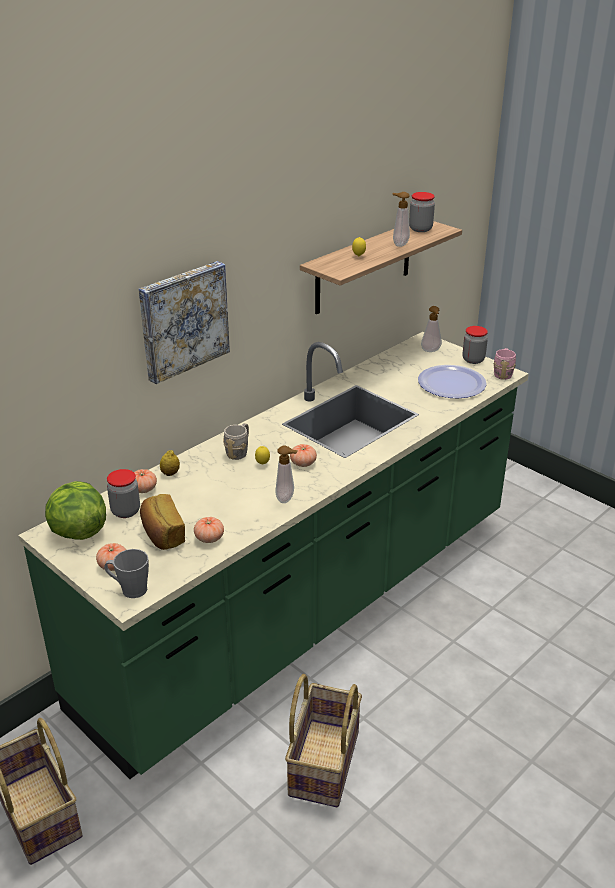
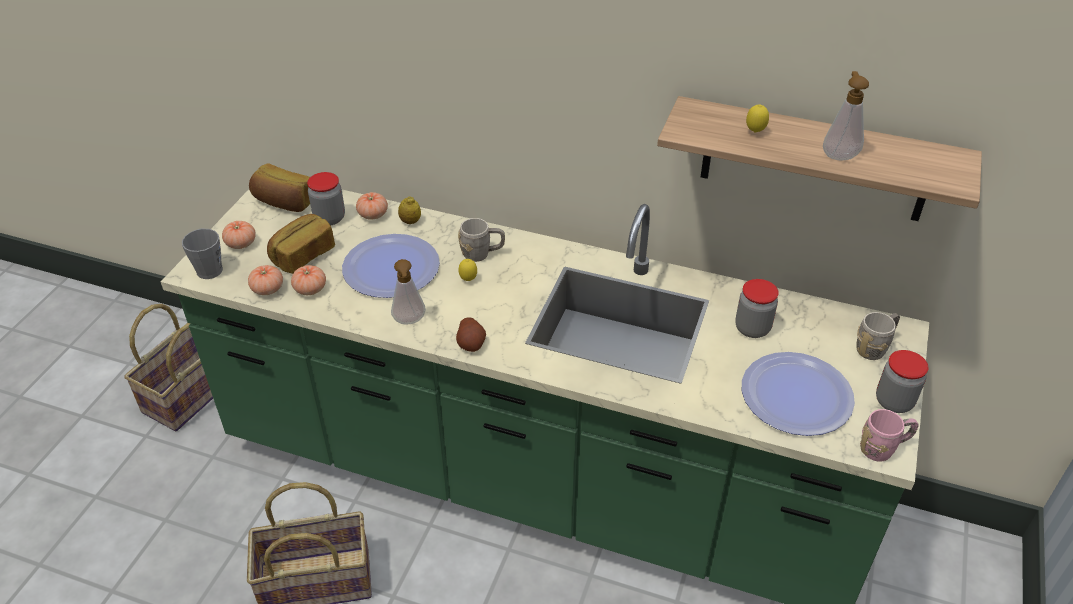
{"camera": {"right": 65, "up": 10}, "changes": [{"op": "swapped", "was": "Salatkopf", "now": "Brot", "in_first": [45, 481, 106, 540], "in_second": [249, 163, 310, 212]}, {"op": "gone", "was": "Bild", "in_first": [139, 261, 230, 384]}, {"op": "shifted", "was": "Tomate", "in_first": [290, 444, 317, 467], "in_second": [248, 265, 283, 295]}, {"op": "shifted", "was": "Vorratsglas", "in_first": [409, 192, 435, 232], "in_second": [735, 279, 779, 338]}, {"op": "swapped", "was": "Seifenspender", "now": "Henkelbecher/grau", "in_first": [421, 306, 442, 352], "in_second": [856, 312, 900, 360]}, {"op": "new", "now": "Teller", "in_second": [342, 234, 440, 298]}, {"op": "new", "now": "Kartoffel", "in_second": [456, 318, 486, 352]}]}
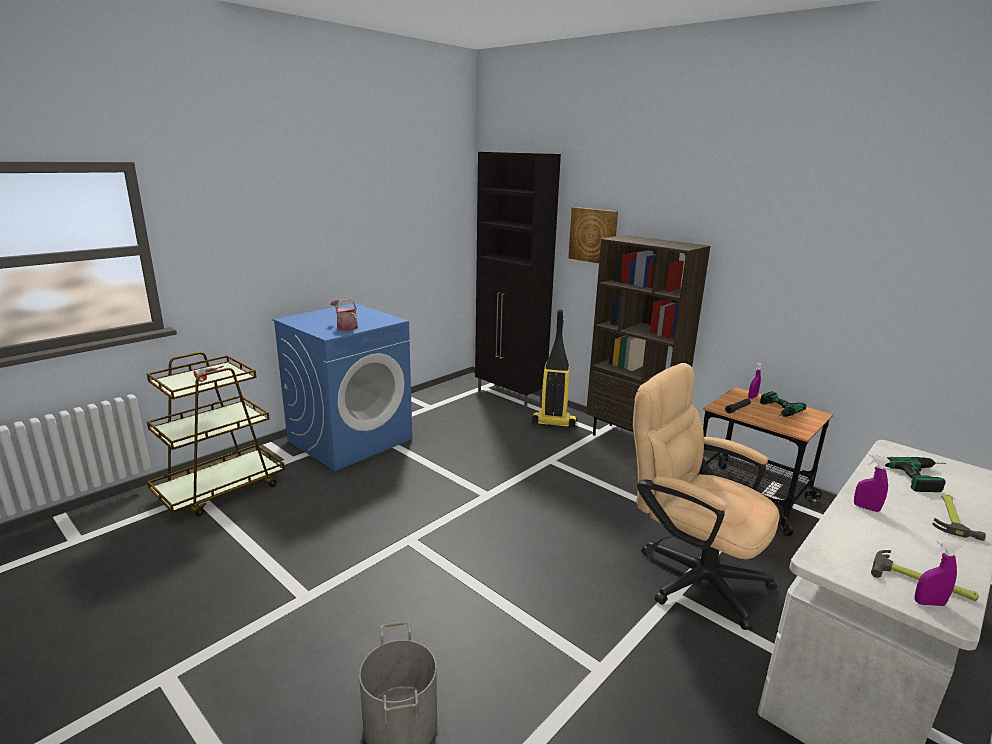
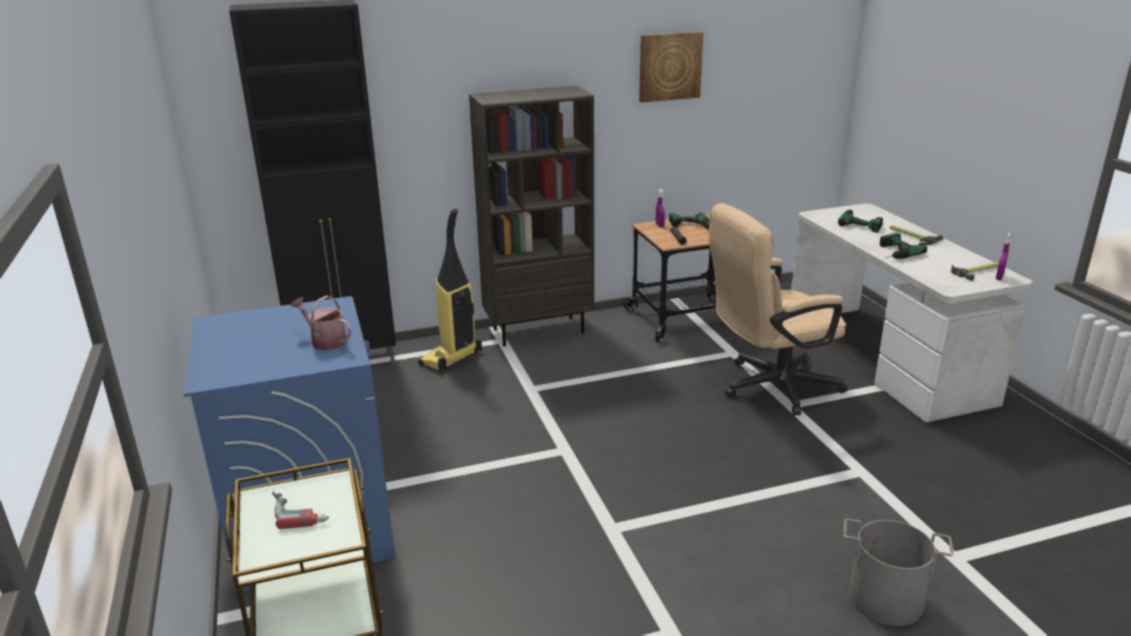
{"camera": {"right": -60, "up": 5}, "changes": [{"op": "rotated", "was": "Gießkanne", "in_first": [331, 299, 358, 331], "in_second": [291, 295, 351, 350], "clockwise": 45}, {"op": "shifted", "was": "Bild", "in_first": [568, 207, 618, 263], "in_second": [639, 31, 703, 103]}, {"op": "swapped", "was": "Sprühflasche/lila", "now": "Bohrmaschine", "in_first": [854, 454, 890, 512], "in_second": [880, 233, 927, 259]}]}
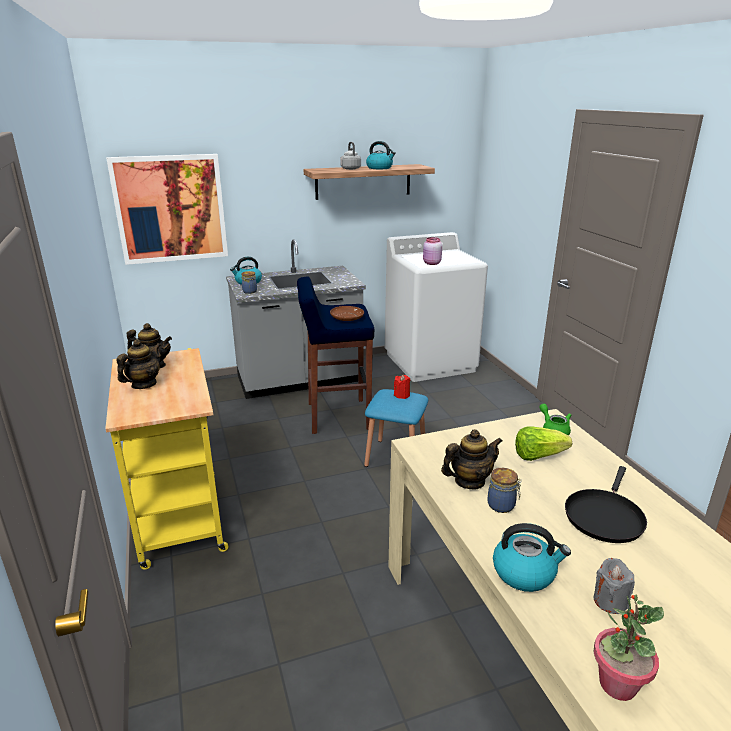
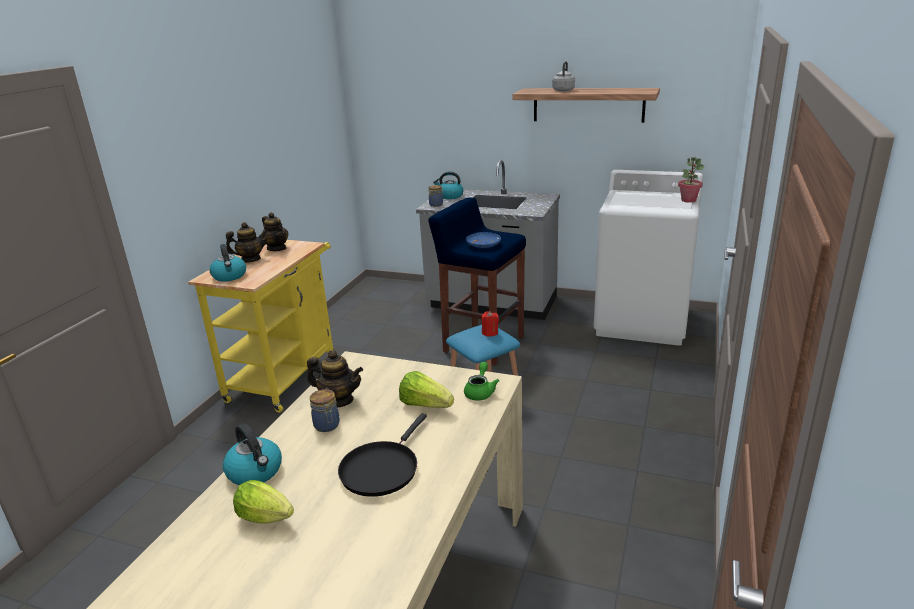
{"camera": {"right": 40, "up": 0}, "changes": [{"op": "gone", "was": "Bild", "in_first": [106, 154, 228, 265]}, {"op": "repainted", "was": "Teller/braun", "now": "Teller/blau", "in_first": [330, 306, 364, 321], "in_second": [466, 232, 501, 248]}, {"op": "shifted", "was": "Wasserkessel", "in_first": [366, 141, 396, 169], "in_second": [210, 244, 246, 282]}, {"op": "gone", "was": "Vorratsglas/rosa", "in_first": [423, 237, 442, 265]}, {"op": "rotated", "was": "Pfanne/schwarz", "in_first": [565, 466, 647, 543], "in_second": [338, 413, 427, 497], "clockwise": -45}, {"op": "swapped", "was": "Kerze/grau", "now": "Salatkopf", "in_first": [594, 558, 635, 614], "in_second": [233, 480, 294, 524]}, {"op": "shifted", "was": "Topfpflanze", "in_first": [594, 594, 664, 701], "in_second": [678, 157, 705, 203]}]}
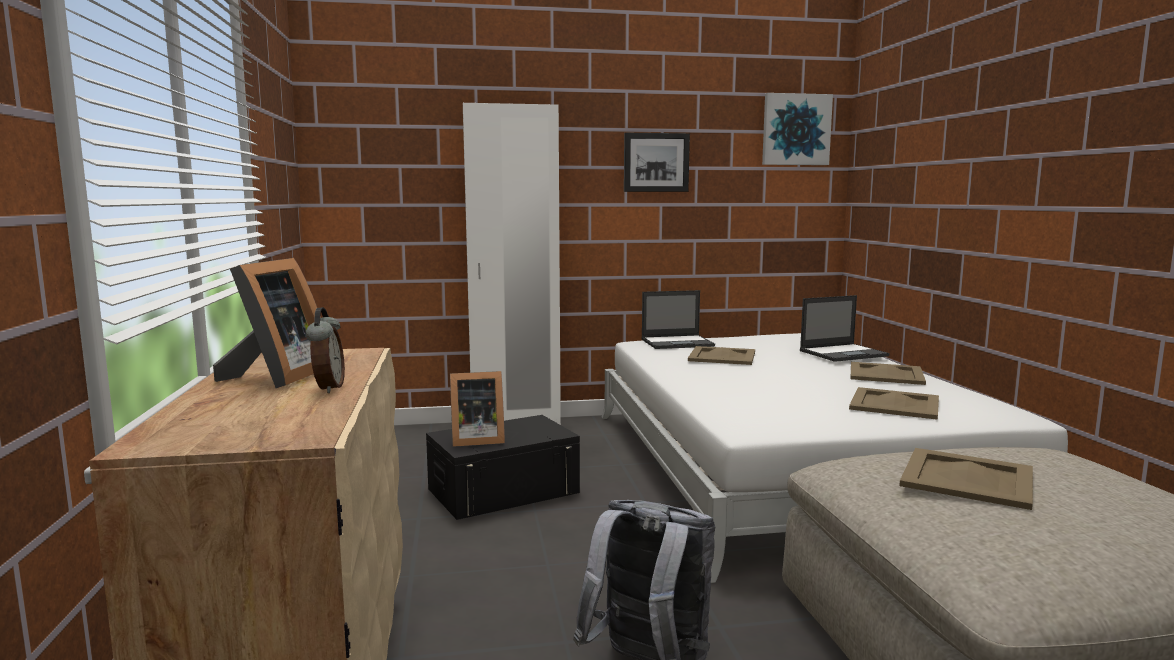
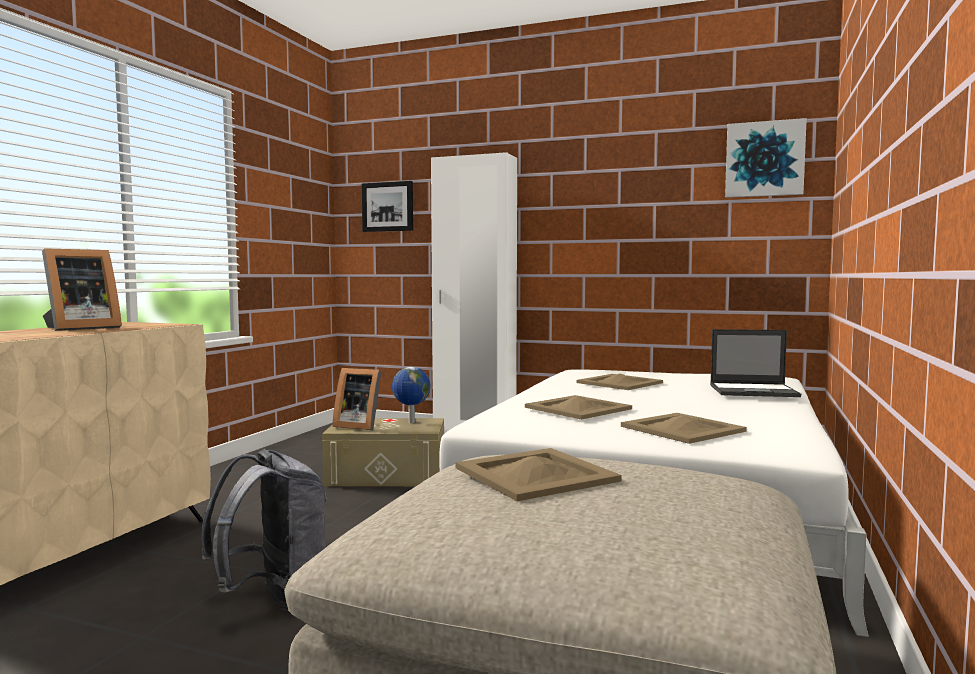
{"camera": {"right": 30, "up": -5}, "changes": [{"op": "gone", "was": "Wecker", "in_first": [306, 307, 345, 393]}, {"op": "repainted", "was": "Aufbewahrungsbox/schwarz", "now": "Aufbewahrungsbox/beige", "in_first": [426, 415, 580, 520], "in_second": [322, 418, 444, 486]}, {"op": "shifted", "was": "Bild", "in_first": [624, 133, 690, 192], "in_second": [362, 181, 413, 232]}, {"op": "gone", "was": "Laptop", "in_first": [641, 290, 715, 349]}, {"op": "shifted", "was": "Tablett/beige", "in_first": [851, 362, 926, 385], "in_second": [525, 395, 632, 420]}, {"op": "new", "now": "Globus", "in_second": [392, 367, 430, 423]}]}
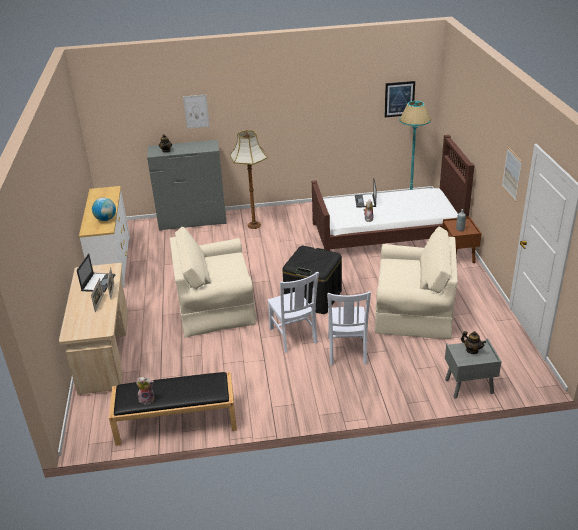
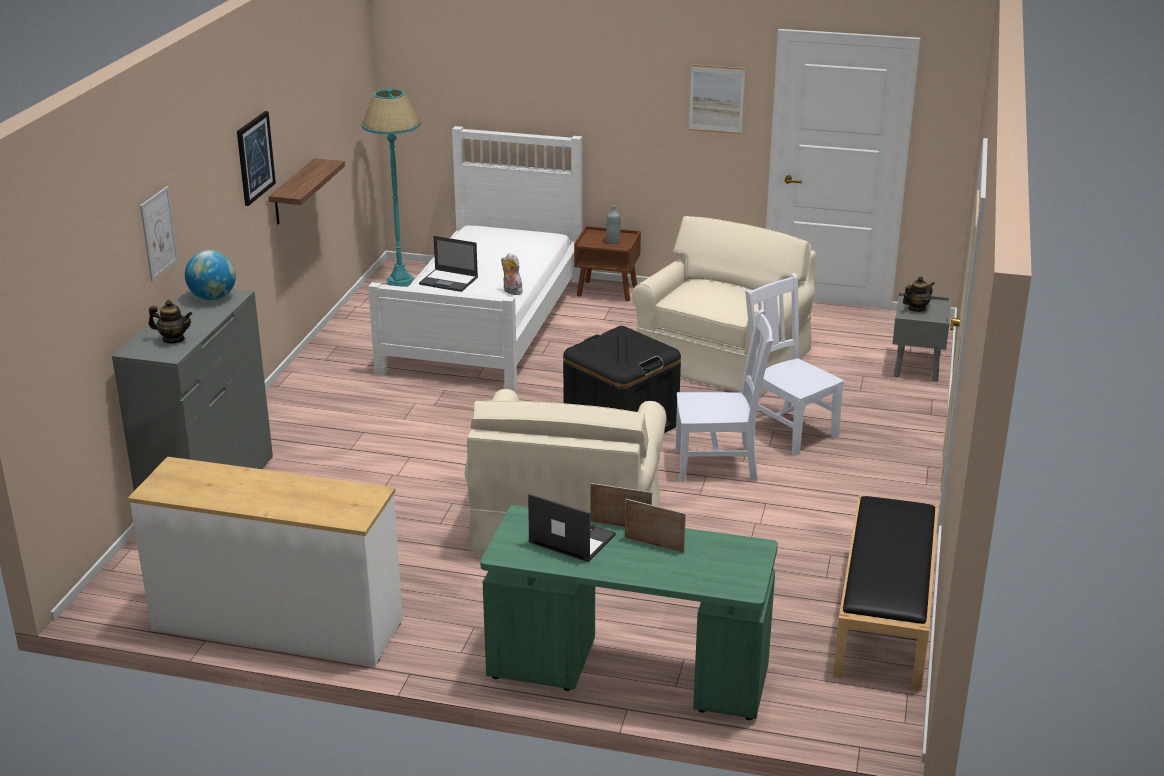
{"camera": {"right": -70, "up": -5}, "changes": [{"op": "repainted", "was": "Schreibtisch/beige", "now": "Schreibtisch/grün", "in_first": [59, 263, 128, 395], "in_second": [480, 505, 778, 720]}, {"op": "shifted", "was": "Globus", "in_first": [92, 198, 116, 221], "in_second": [185, 250, 236, 300]}, {"op": "gone", "was": "Plüschtier", "in_first": [136, 377, 154, 405]}, {"op": "gone", "was": "Stehlampe", "in_first": [230, 130, 268, 229]}, {"op": "repainted", "was": "Bett/braun", "now": "Bett/weiß", "in_first": [312, 135, 475, 251], "in_second": [368, 126, 582, 391]}, {"op": "rotated", "was": "Stuhl/weiß", "in_first": [327, 292, 371, 365], "in_second": [745, 273, 844, 456], "clockwise": -150}, {"op": "shifted", "was": "Bild", "in_first": [384, 81, 415, 117], "in_second": [237, 111, 276, 206]}, {"op": "new", "now": "Wandregal", "in_second": [269, 158, 345, 224]}]}
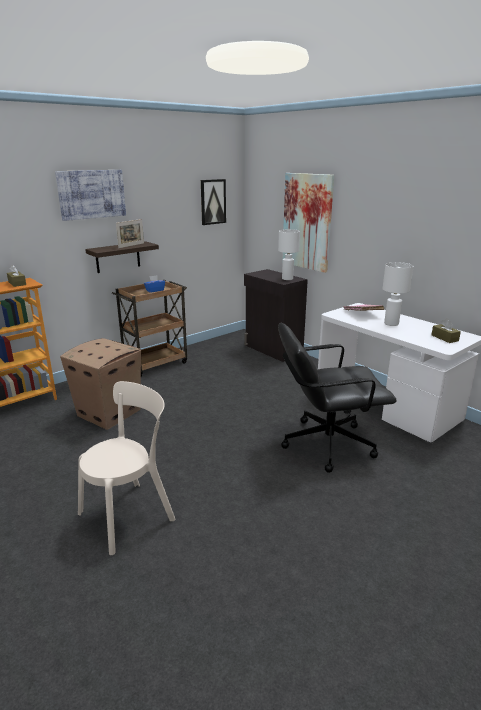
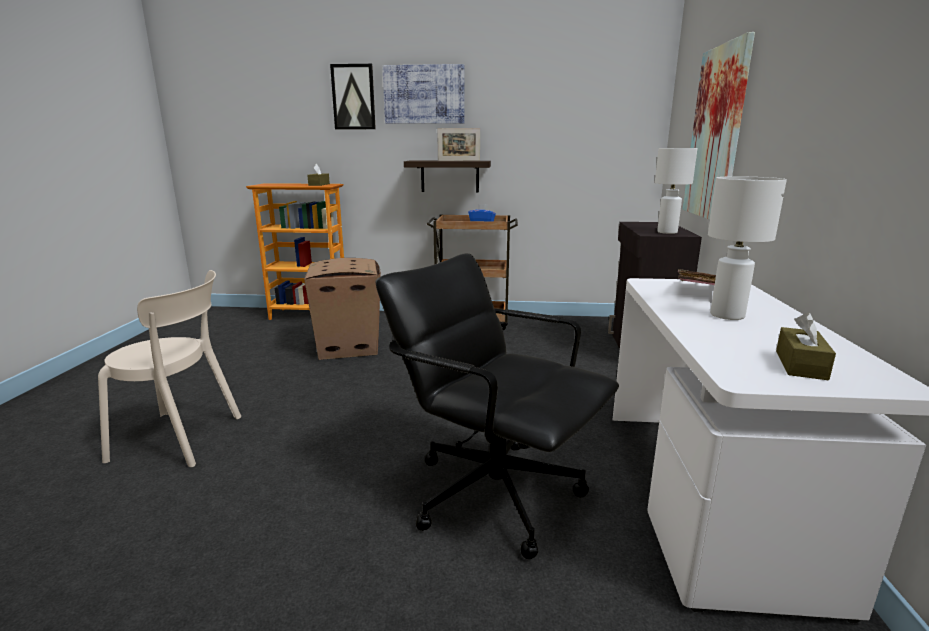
{"camera": {"right": 45, "up": -5}, "changes": [{"op": "shifted", "was": "Bild", "in_first": [201, 179, 226, 225], "in_second": [330, 64, 376, 129]}]}
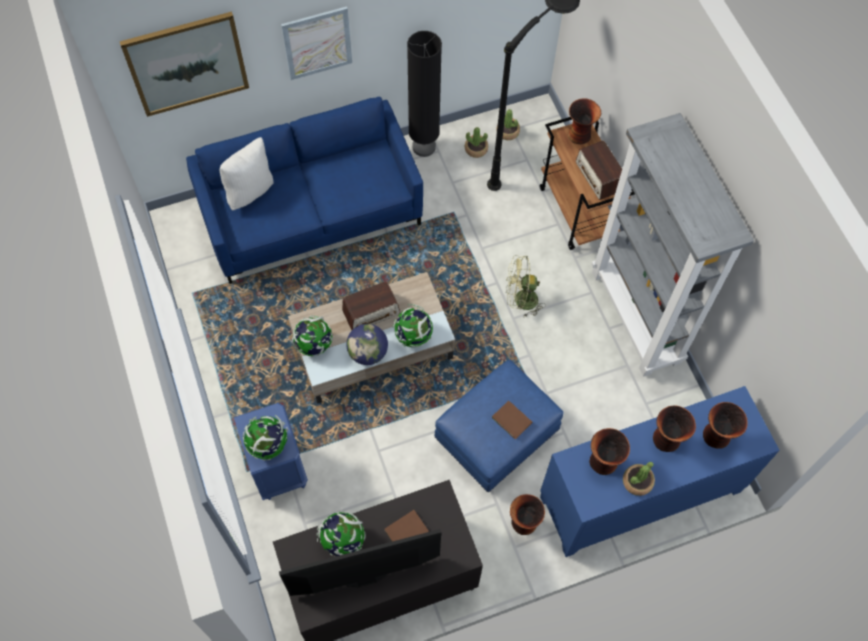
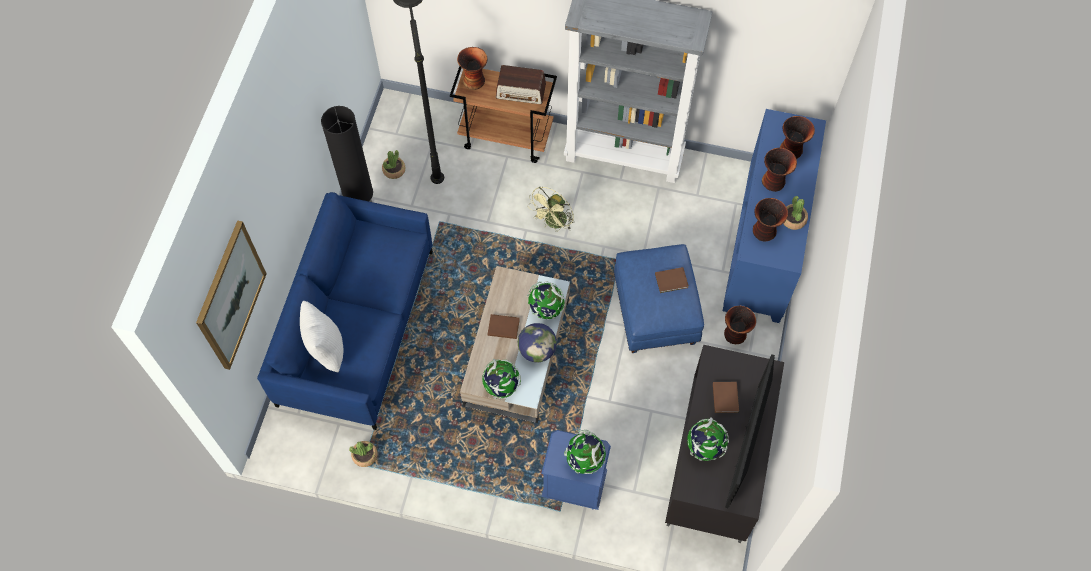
{"camera": {"right": -55, "up": 0}, "changes": [{"op": "gone", "was": "Bild", "in_first": [281, 6, 352, 80]}, {"op": "swapped", "was": "Radio", "now": "Buch/braun", "in_first": [342, 281, 400, 330], "in_second": [488, 314, 520, 339]}, {"op": "shifted", "was": "Topfpflanze", "in_first": [497, 109, 520, 140], "in_second": [349, 441, 378, 467]}]}
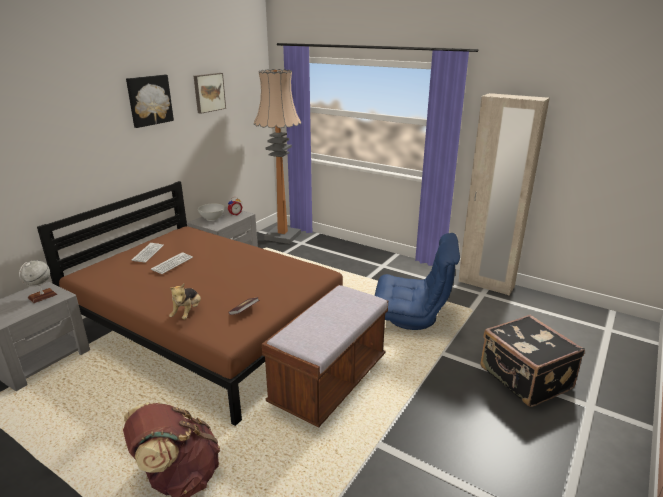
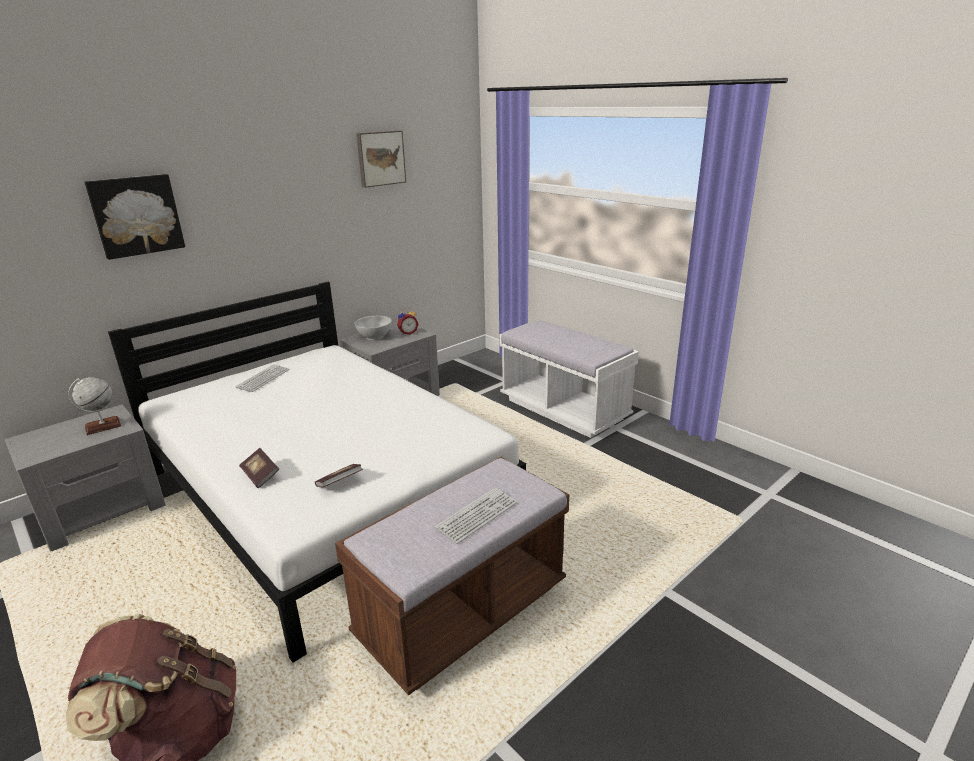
{"camera": {"right": 15, "up": 0}, "changes": [{"op": "repainted", "was": "Bett/braun", "now": "Bett/weiß", "in_first": [37, 181, 343, 426], "in_second": [108, 282, 526, 663]}, {"op": "shifted", "was": "Bild", "in_first": [126, 75, 174, 128], "in_second": [85, 174, 185, 260]}, {"op": "shifted", "was": "Tastatur", "in_first": [151, 252, 193, 274], "in_second": [435, 488, 517, 544]}, {"op": "swapped", "was": "Plüschtier", "now": "Buch", "in_first": [169, 284, 201, 320], "in_second": [239, 448, 279, 488]}, {"op": "gone", "was": "Stehlampe", "in_first": [254, 69, 301, 244]}, {"op": "gone", "was": "Sessel/blau", "in_first": [375, 233, 460, 330]}, {"op": "gone", "was": "Kleiderschrank/beige", "in_first": [458, 93, 550, 295]}, {"op": "gone", "was": "Koffer/schwarz", "in_first": [481, 315, 585, 407]}, {"op": "new", "now": "Bank/weiß", "in_second": [500, 320, 639, 438]}]}
